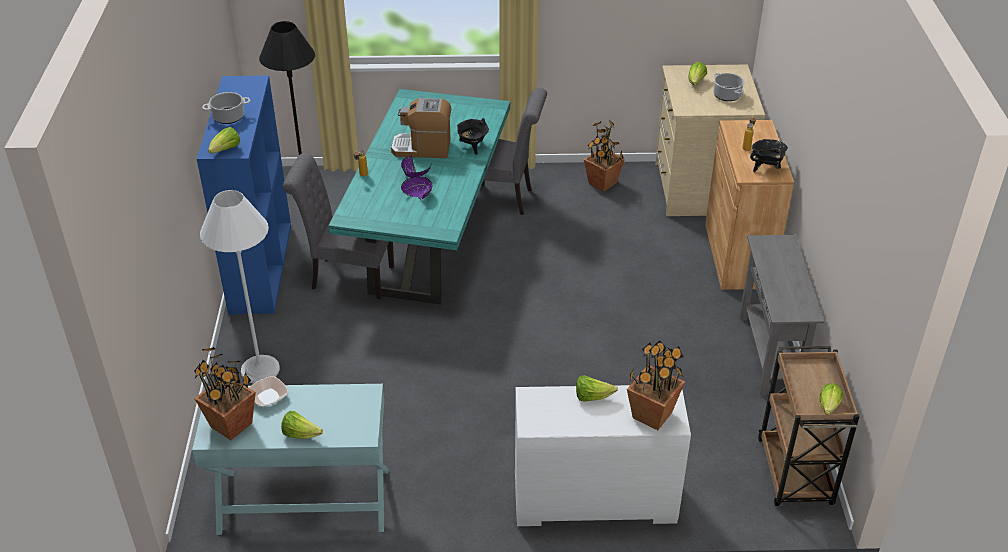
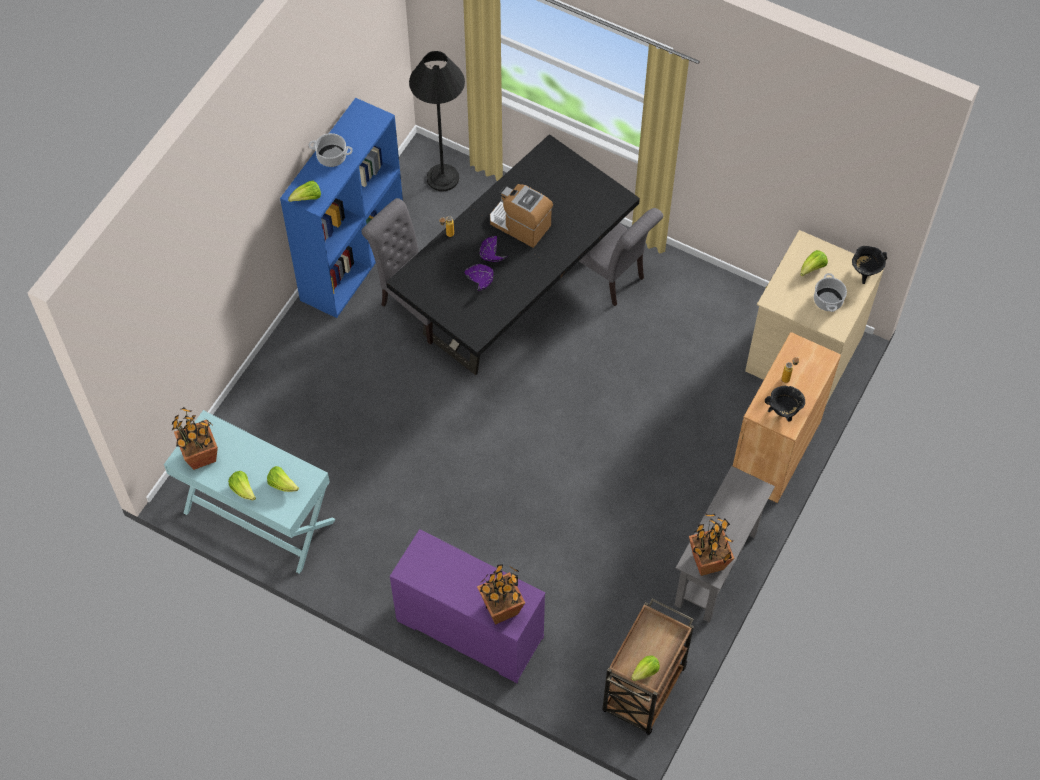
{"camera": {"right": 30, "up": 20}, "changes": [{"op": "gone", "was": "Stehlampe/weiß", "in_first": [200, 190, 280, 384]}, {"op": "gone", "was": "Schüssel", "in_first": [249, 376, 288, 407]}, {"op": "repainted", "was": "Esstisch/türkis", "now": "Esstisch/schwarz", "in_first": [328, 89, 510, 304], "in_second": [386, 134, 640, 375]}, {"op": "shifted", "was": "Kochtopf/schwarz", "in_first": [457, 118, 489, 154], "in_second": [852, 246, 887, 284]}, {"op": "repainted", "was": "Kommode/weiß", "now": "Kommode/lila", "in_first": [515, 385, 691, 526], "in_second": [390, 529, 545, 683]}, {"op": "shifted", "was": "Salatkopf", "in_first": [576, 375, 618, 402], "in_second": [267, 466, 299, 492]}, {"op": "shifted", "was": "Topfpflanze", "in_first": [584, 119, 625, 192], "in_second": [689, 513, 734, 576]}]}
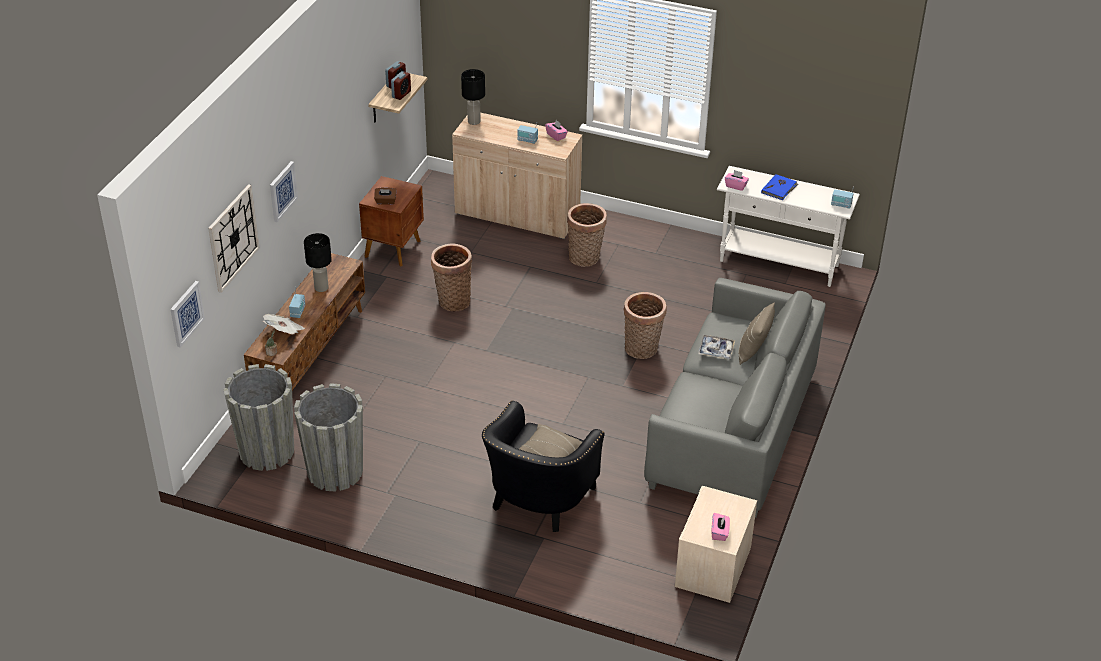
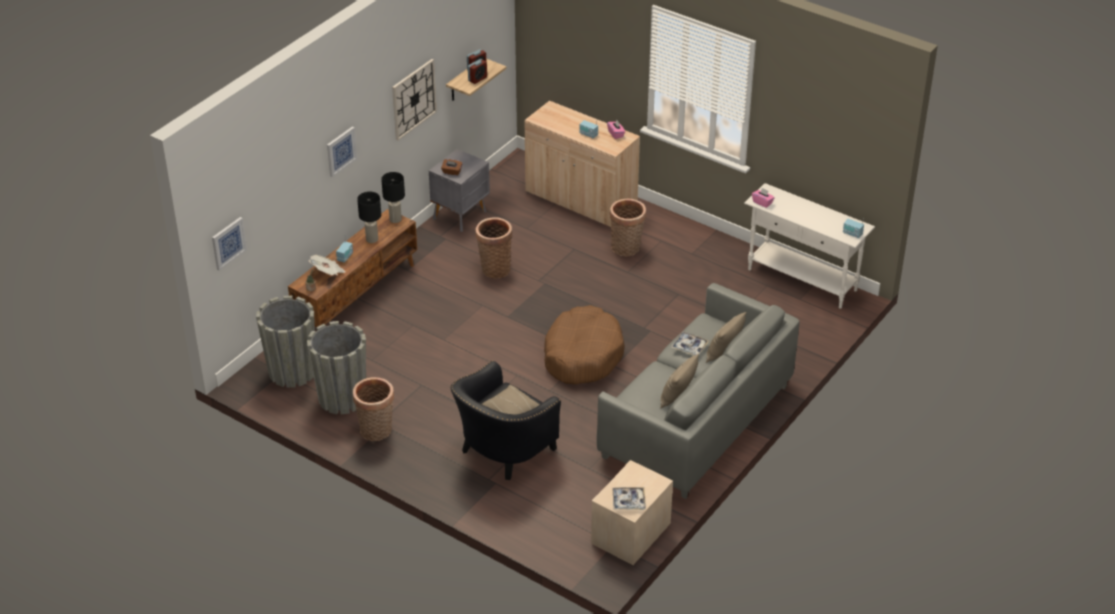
{"camera": {"right": 15, "up": 0}, "changes": [{"op": "shifted", "was": "Wanduhr", "in_first": [208, 184, 260, 292], "in_second": [392, 59, 437, 141]}, {"op": "repainted", "was": "Nachttisch/braun", "now": "Nachttisch/grau", "in_first": [359, 176, 424, 267], "in_second": [429, 149, 490, 232]}, {"op": "shifted", "was": "Tischlampe/schwarz", "in_first": [461, 69, 485, 125], "in_second": [381, 172, 405, 223]}, {"op": "shifted", "was": "Korb", "in_first": [623, 292, 667, 359], "in_second": [353, 377, 394, 441]}, {"op": "swapped", "was": "Taschentuchbox/rosa", "now": "Tablett", "in_first": [712, 513, 730, 541], "in_second": [612, 487, 646, 510]}, {"op": "gone", "was": "Buch/blau", "in_first": [761, 174, 798, 200]}, {"op": "new", "now": "Hundebett/braun", "in_second": [544, 305, 625, 385]}, {"op": "new", "now": "Kissen/beige", "in_second": [660, 354, 699, 409]}]}
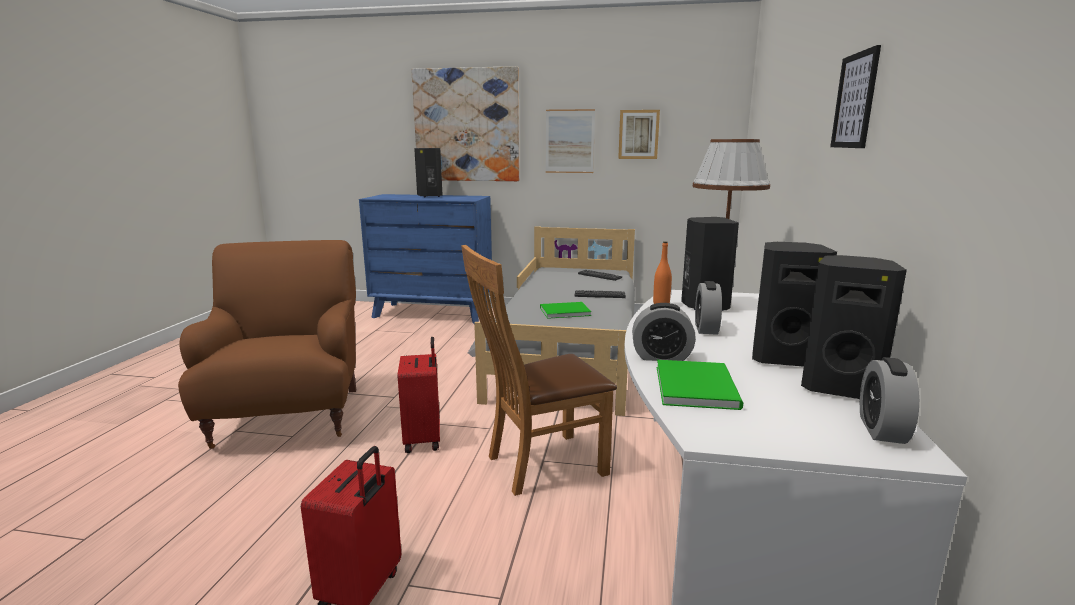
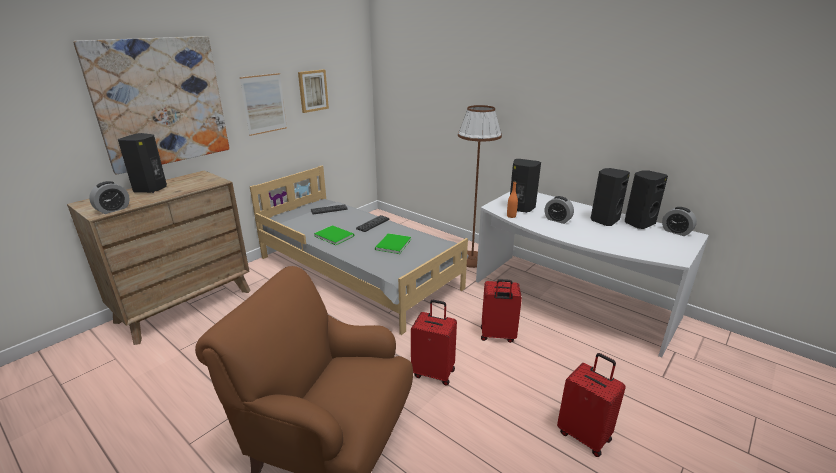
{"camera": {"right": -60, "up": 10}, "changes": [{"op": "repainted", "was": "Kommode/blau", "now": "Kommode/braun", "in_first": [359, 194, 492, 324], "in_second": [67, 171, 251, 345]}, {"op": "swapped", "was": "Stuhl/braun", "now": "Koffer/rot", "in_first": [461, 245, 617, 496], "in_second": [481, 279, 522, 343]}, {"op": "shifted", "was": "Wecker", "in_first": [632, 303, 696, 361], "in_second": [89, 181, 130, 214]}, {"op": "shifted", "was": "Buch/grün", "in_first": [657, 360, 743, 410], "in_second": [314, 225, 354, 245]}, {"op": "gone", "was": "Bild", "in_first": [830, 45, 881, 148]}]}
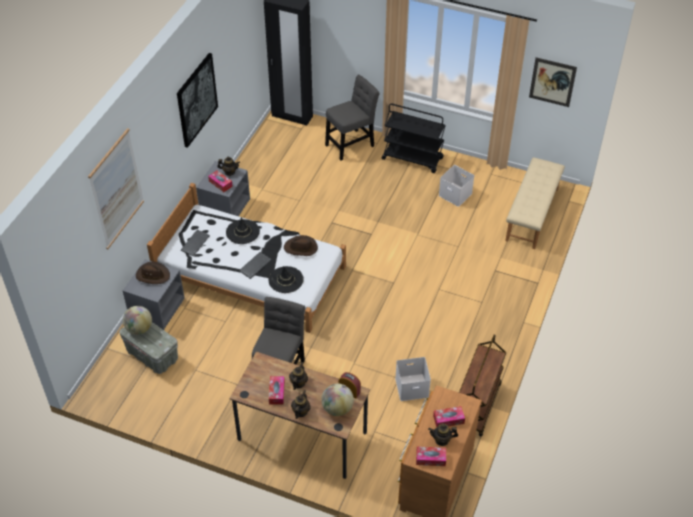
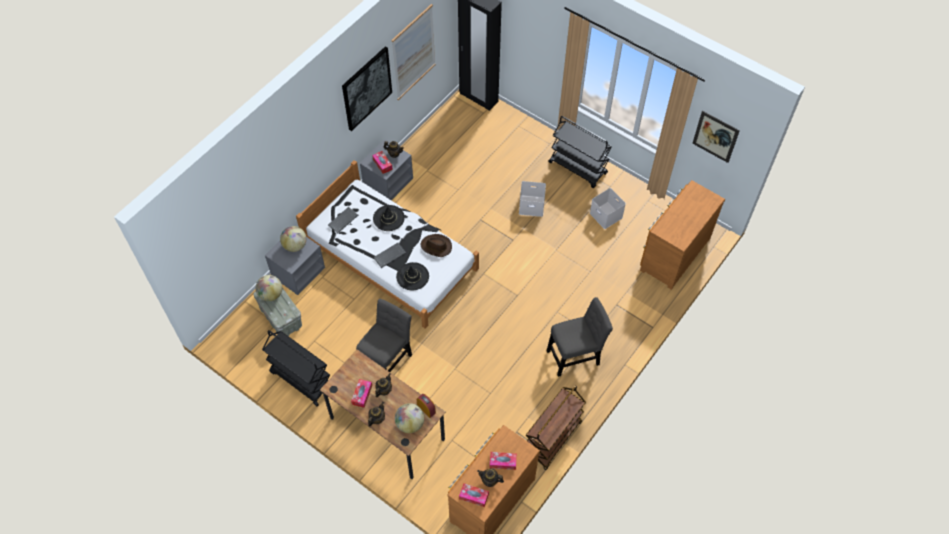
{"camera": {"right": 15, "up": 10}, "changes": [{"op": "shifted", "was": "Bild", "in_first": [88, 128, 144, 249], "in_second": [391, 4, 436, 100]}, {"op": "swapped", "was": "Hut/braun", "now": "Globus", "in_first": [136, 262, 170, 284], "in_second": [280, 226, 307, 252]}, {"op": "shifted", "was": "Stuhl/grau", "in_first": [325, 75, 379, 160], "in_second": [547, 297, 613, 377]}, {"op": "shifted", "was": "Aufbewahrungsbox/weiß", "in_first": [395, 357, 431, 401], "in_second": [519, 181, 546, 217]}, {"op": "swapped", "was": "Bank/beige", "now": "Kommode/braun", "in_first": [505, 157, 565, 249], "in_second": [640, 180, 725, 290]}, {"op": "new", "now": "Rollwagen/schwarz", "in_second": [262, 330, 330, 407]}]}
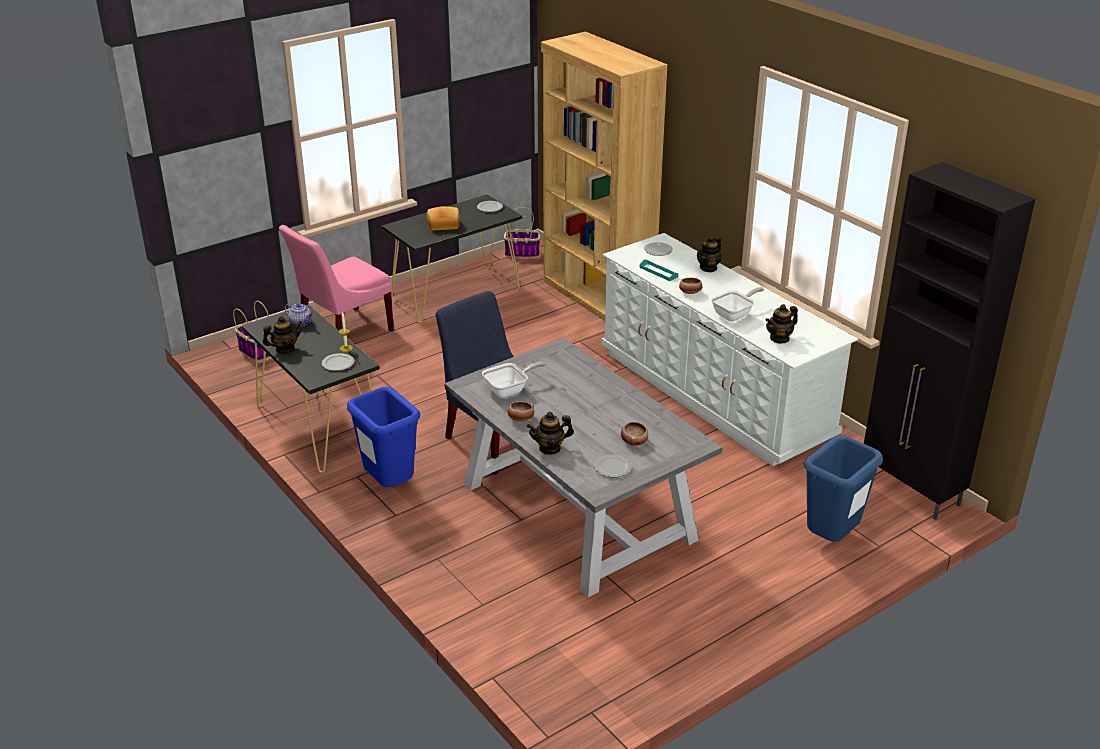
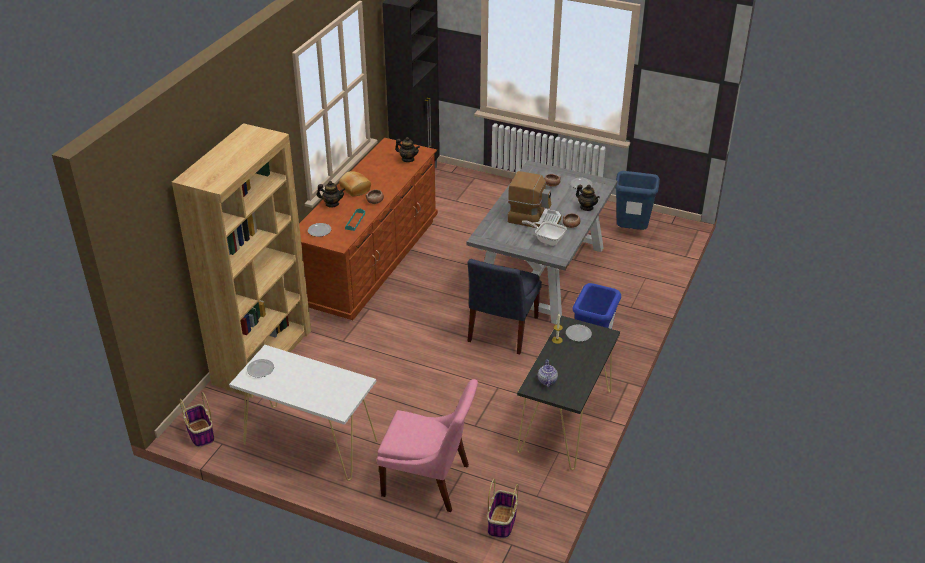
{"camera": {"right": -120, "up": 5}, "changes": [{"op": "gone", "was": "Teekanne", "in_first": [263, 316, 302, 353]}, {"op": "repainted", "was": "Konsolentisch/schwarz", "now": "Konsolentisch/weiß", "in_first": [382, 195, 522, 323], "in_second": [229, 345, 377, 481]}, {"op": "shifted", "was": "Brot", "in_first": [427, 206, 460, 231], "in_second": [339, 171, 371, 196]}, {"op": "repainted", "was": "Kommode/weiß", "now": "Kommode/braun", "in_first": [601, 233, 858, 466], "in_second": [299, 138, 438, 320]}, {"op": "gone", "was": "Pfanne", "in_first": [711, 287, 764, 321]}, {"op": "shifted", "was": "Mülleimer/blau", "in_first": [804, 435, 883, 542], "in_second": [615, 171, 660, 230]}, {"op": "new", "now": "Kaffeemaschine", "in_second": [508, 171, 561, 228]}]}
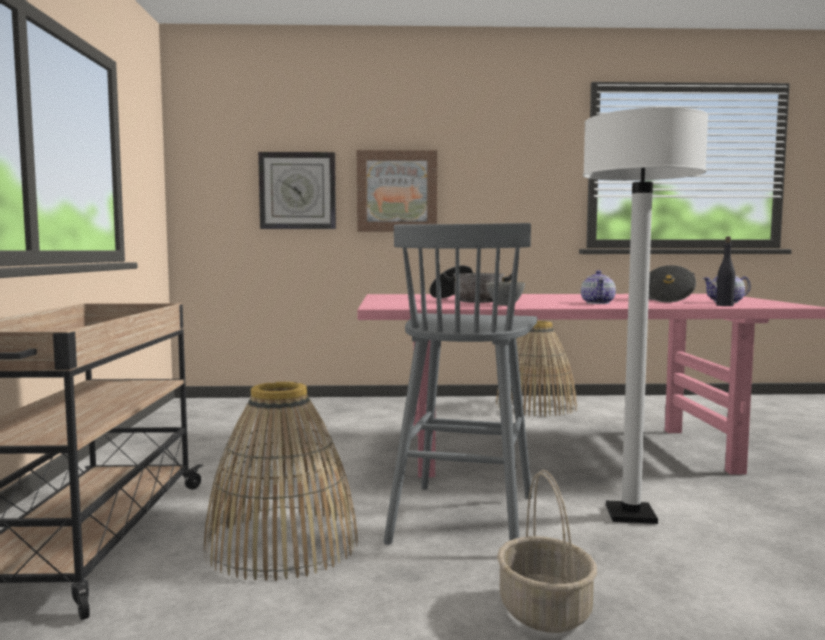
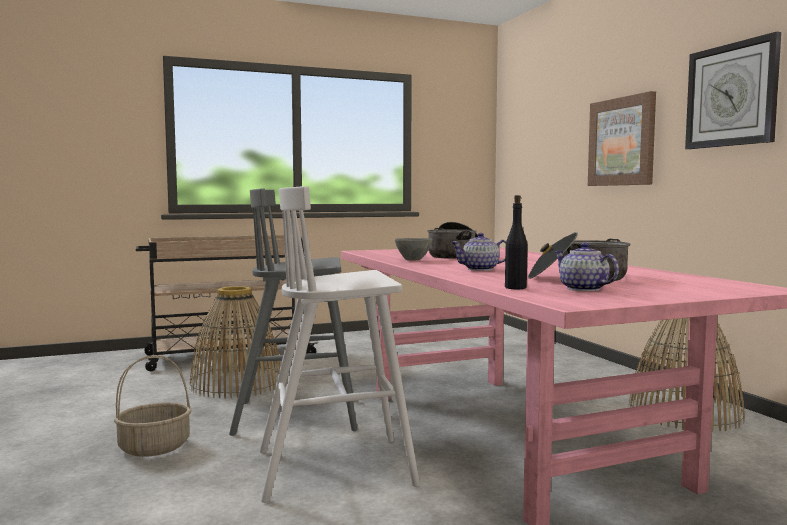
{"camera": {"right": 70, "up": 0}, "changes": [{"op": "shifted", "was": "Wanduhr", "in_first": [258, 152, 336, 229], "in_second": [685, 32, 781, 149]}, {"op": "swapped", "was": "Stehlampe/weiß", "now": "Hocker/weiß", "in_first": [583, 107, 708, 524], "in_second": [259, 186, 420, 503]}]}
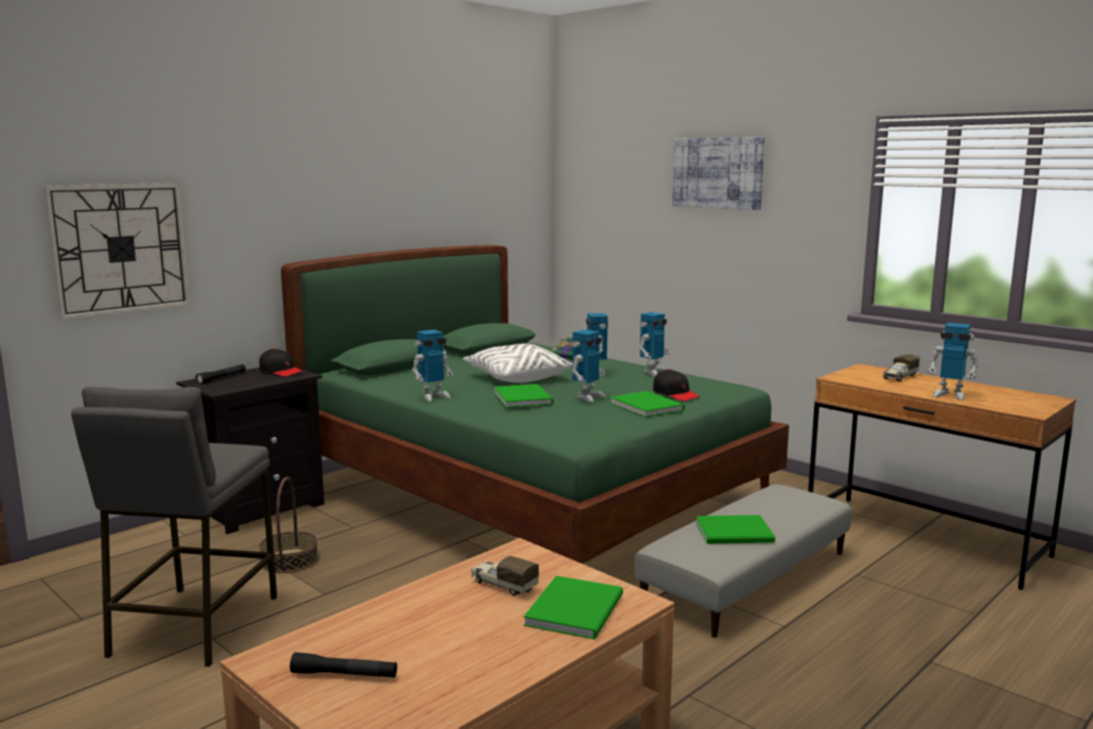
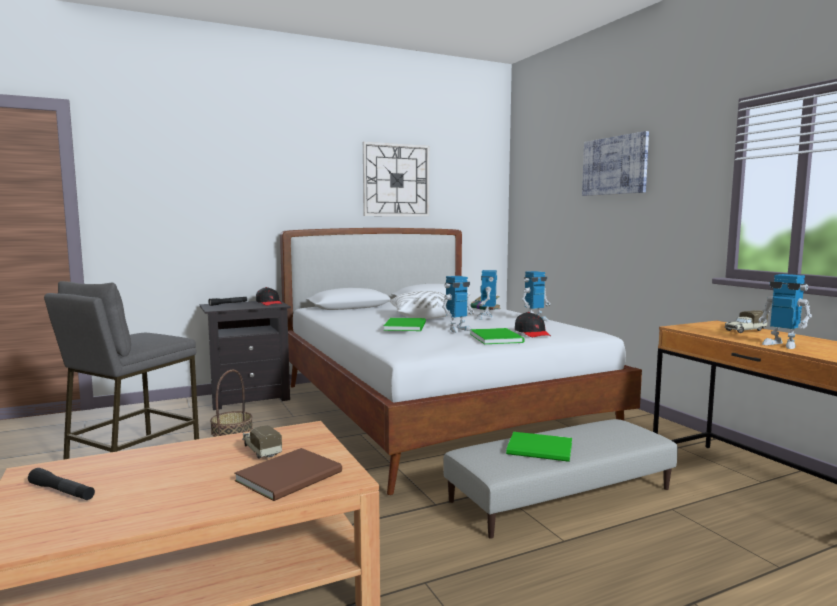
{"camera": {"right": 20, "up": -5}, "changes": [{"op": "shifted", "was": "Wanduhr", "in_first": [43, 183, 191, 320], "in_second": [363, 142, 429, 216]}, {"op": "repainted", "was": "Bett/grün", "now": "Bett/weiß", "in_first": [281, 245, 789, 564], "in_second": [280, 228, 642, 495]}, {"op": "gone", "was": "Spielzeugroboter", "in_first": [412, 329, 453, 402]}, {"op": "repainted", "was": "Buch/grün", "now": "Buch/braun", "in_first": [524, 576, 623, 639], "in_second": [234, 448, 342, 501]}]}
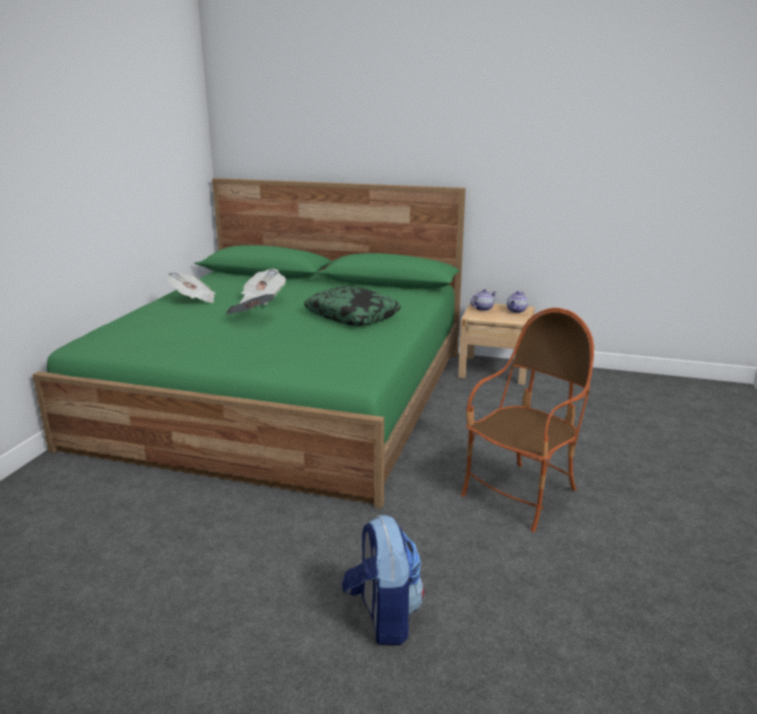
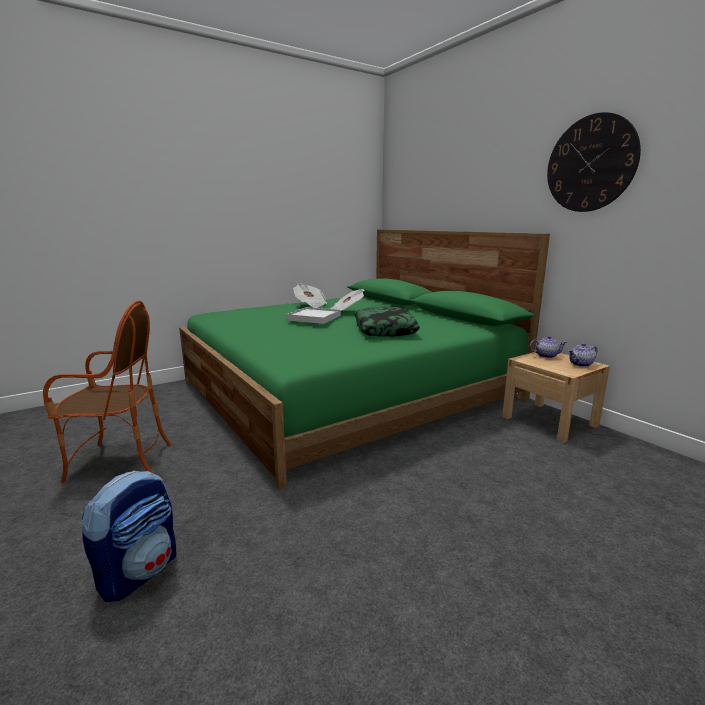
{"camera": {"right": 40, "up": -5}, "changes": [{"op": "swapped", "was": "Zeitung", "now": "Tablett/weiß", "in_first": [226, 294, 275, 314], "in_second": [287, 307, 341, 324]}, {"op": "shifted", "was": "Sessel", "in_first": [461, 308, 594, 532], "in_second": [43, 301, 172, 483]}, {"op": "new", "now": "Wanduhr", "in_second": [547, 112, 641, 212]}]}
